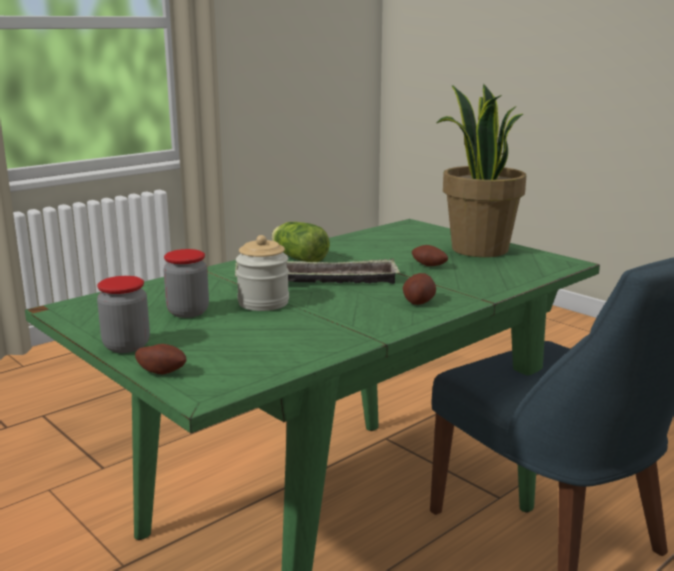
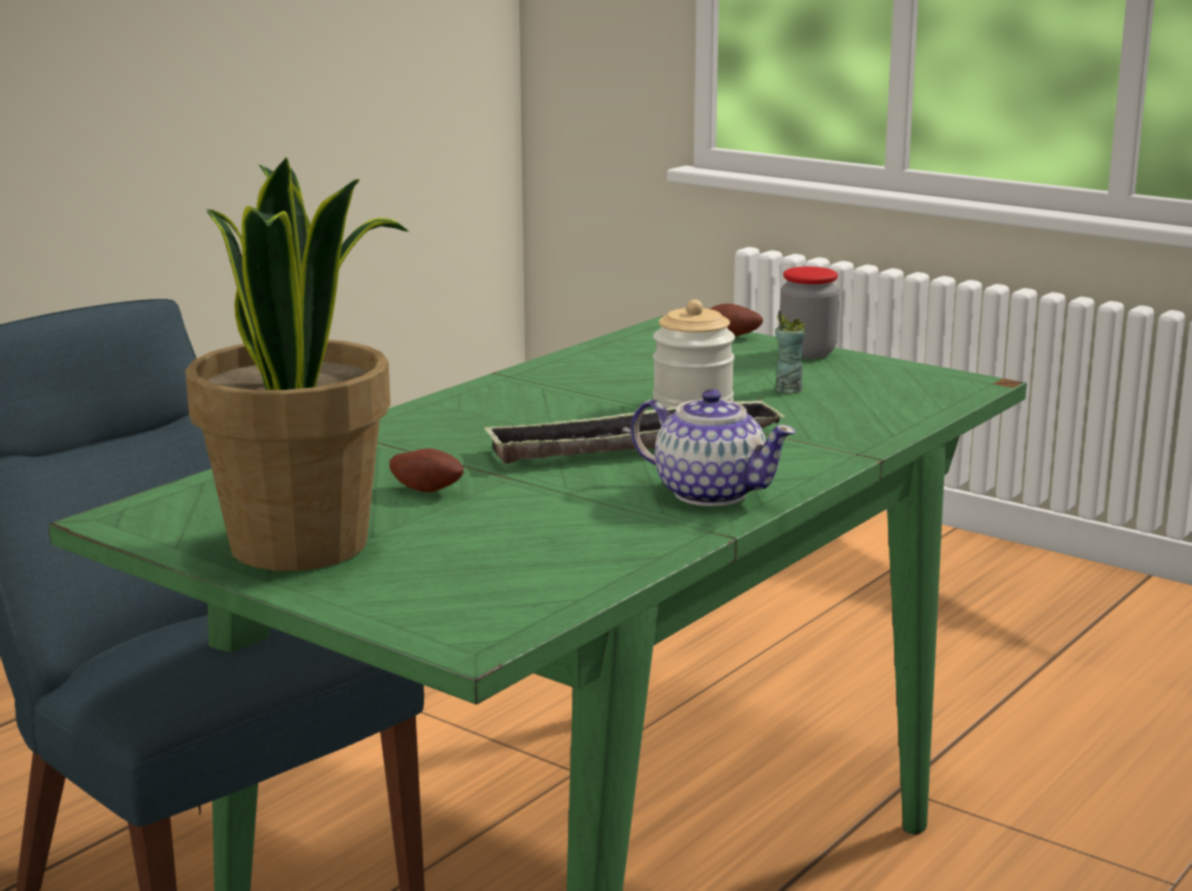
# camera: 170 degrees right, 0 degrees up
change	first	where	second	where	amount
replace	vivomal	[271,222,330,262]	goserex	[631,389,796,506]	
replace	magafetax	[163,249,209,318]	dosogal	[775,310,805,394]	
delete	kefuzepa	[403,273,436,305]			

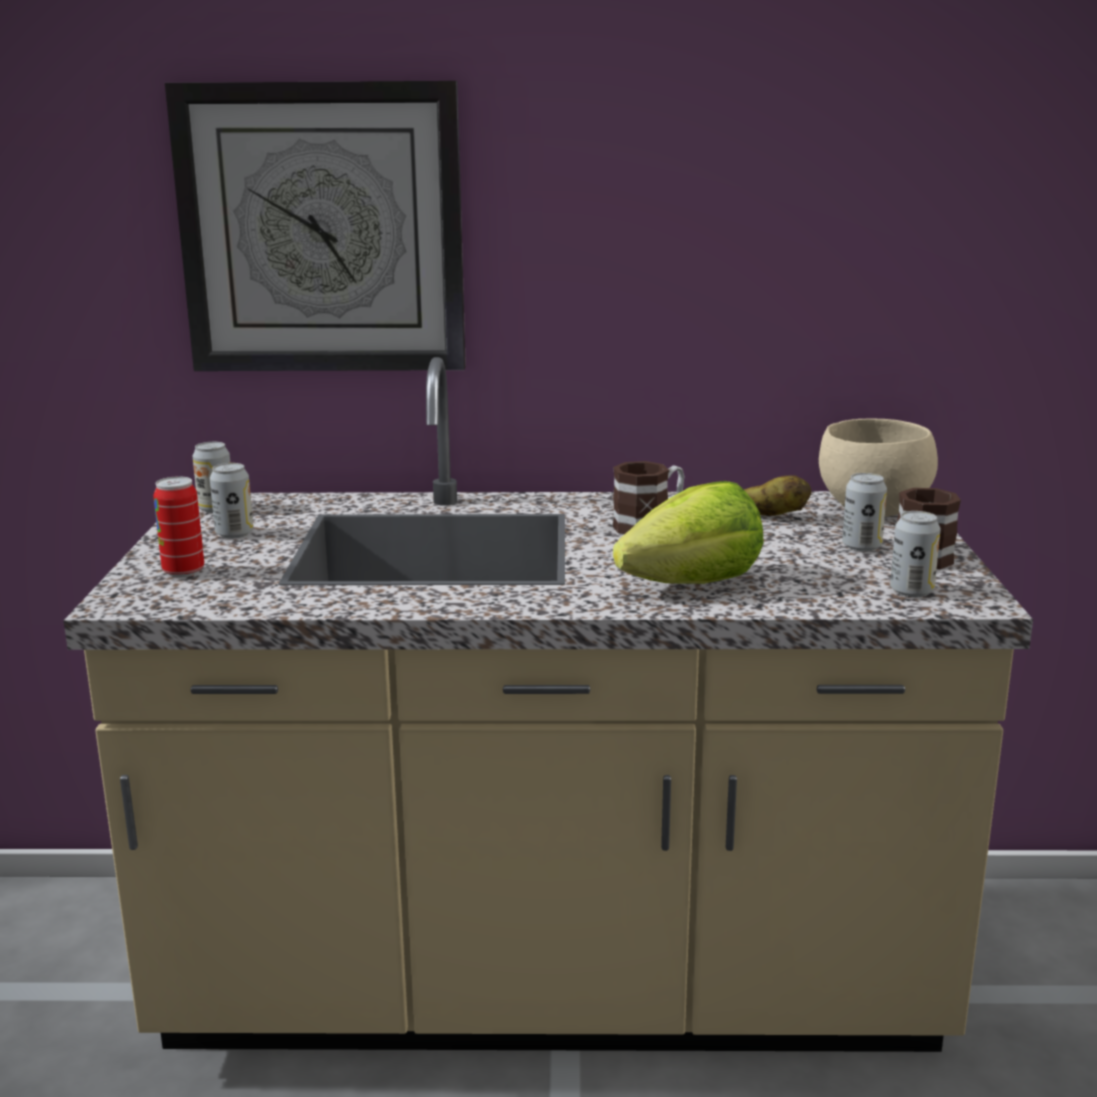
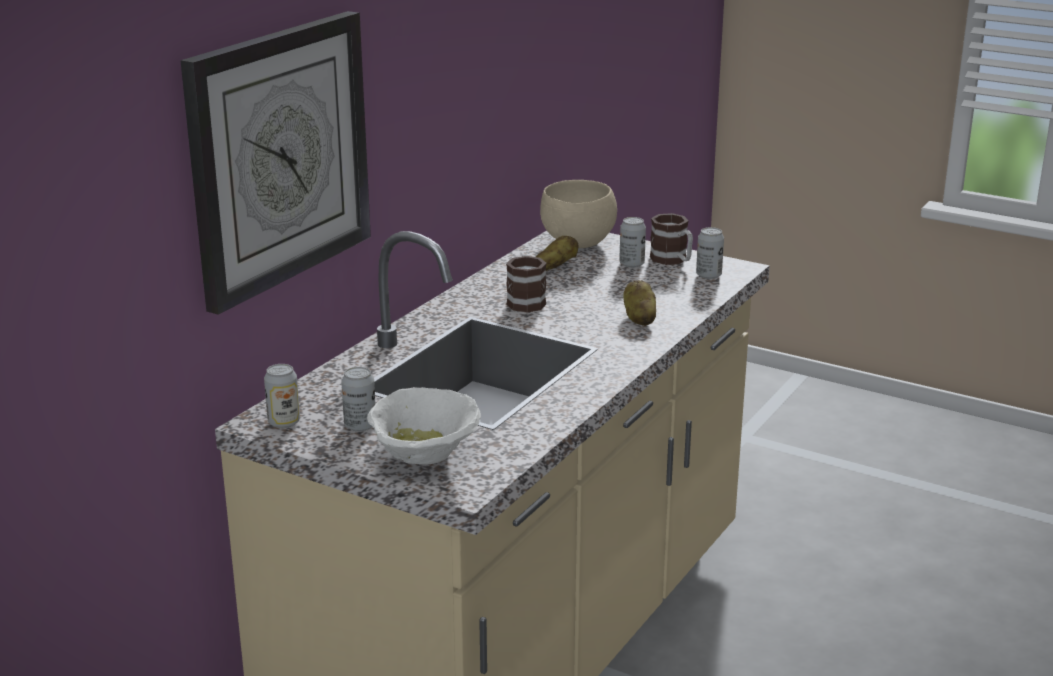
# camera: 60 degrees left, 5 degrees up
change	first	where	second	where	amount
replace	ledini	[153,476,204,577]	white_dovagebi	[367,387,481,465]	
replace	vivomal	[613,481,764,584]	kefuzepa	[623,280,656,326]	

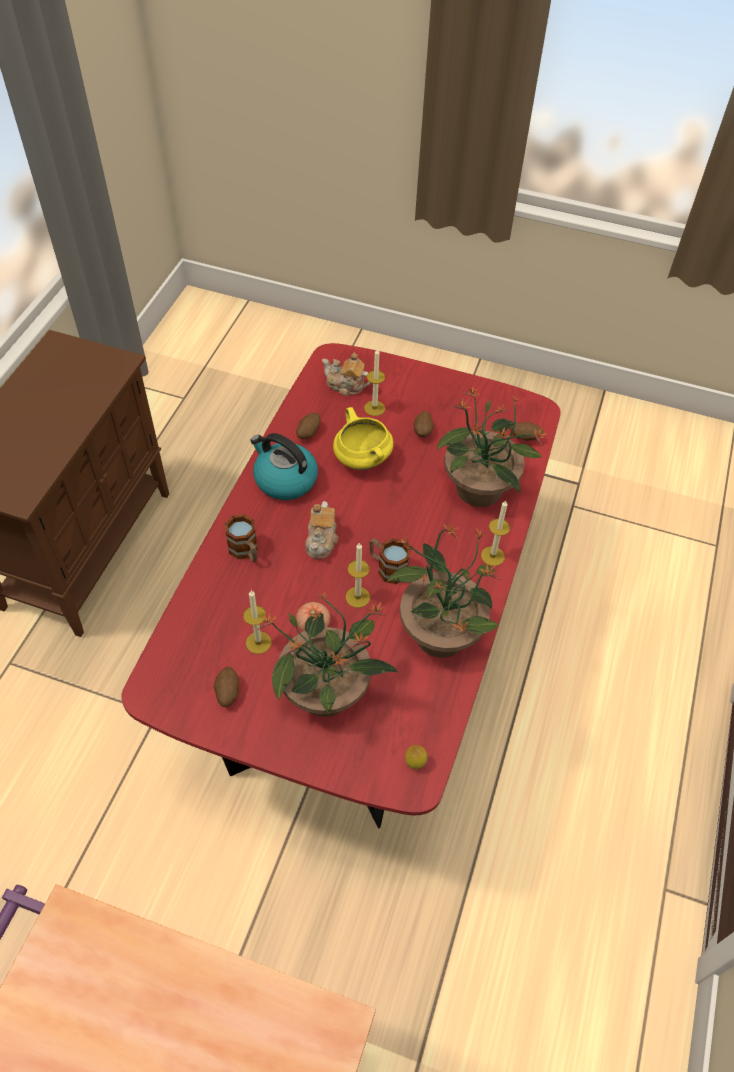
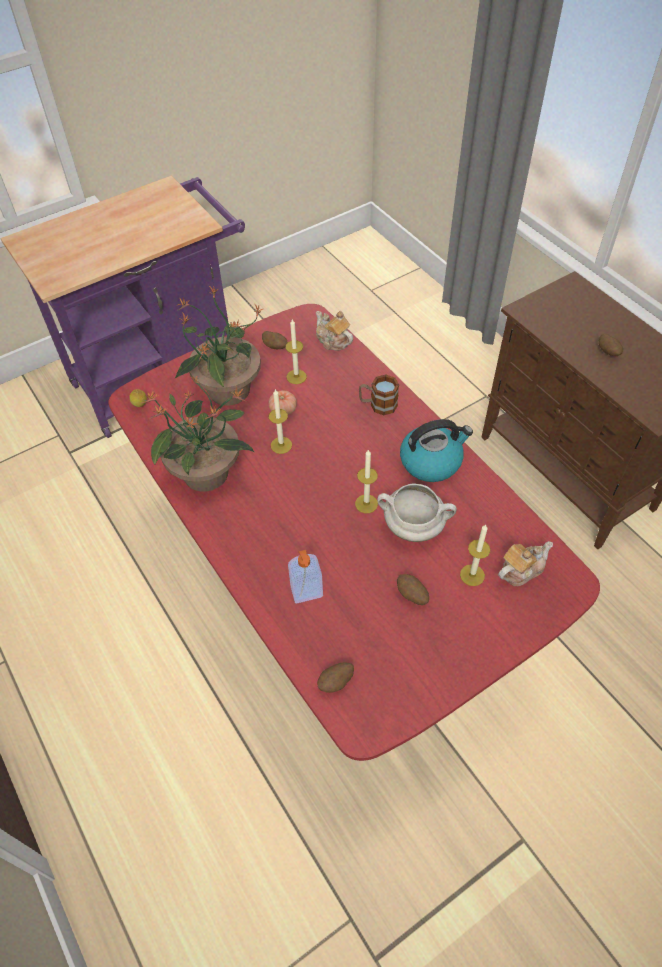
# camera: 130 degrees right, 0 degrees up
change	first	where	second	where	amount
replace	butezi	[437,386,548,507]	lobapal	[288,550,323,603]	
recolor	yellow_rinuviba	[333,407,394,470]	white_rinuviba	[377,483,457,542]	
move	kefuzepa	[296,413,320,439]		[599,334,623,356]	
move	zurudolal	[481,500,510,566]		[355,450,378,513]	
move	goserex	[305,501,339,559]		[316,311,353,351]	
delete	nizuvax	[369,538,411,584]			

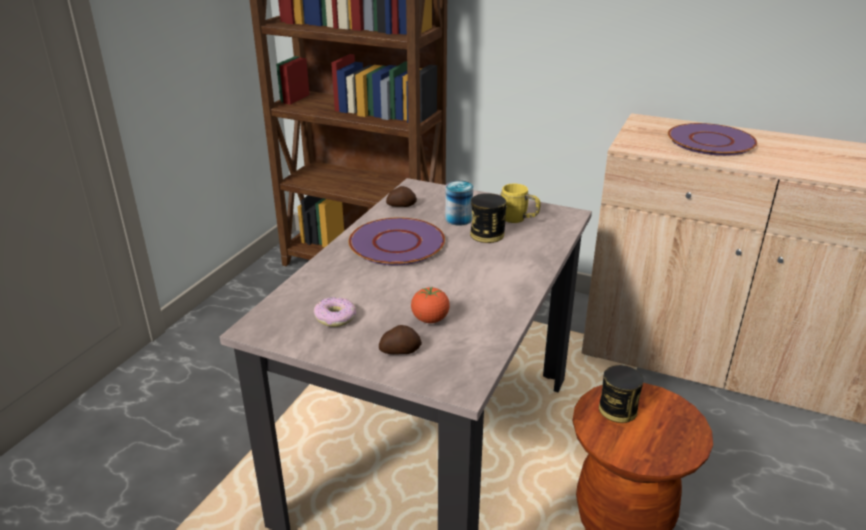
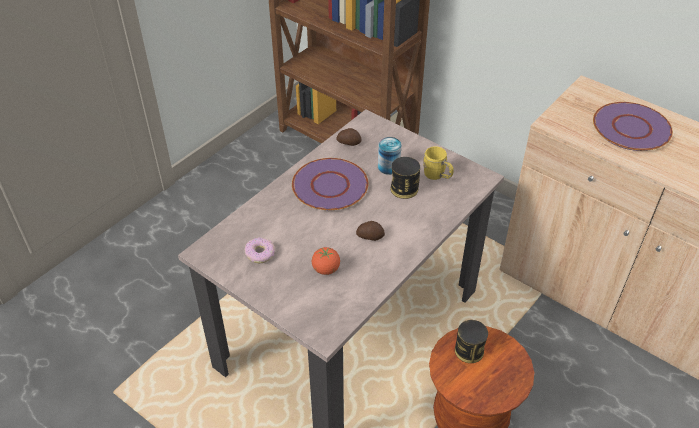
# camera: 15 degrees right, 15 degrees up
change	first	where	second	where	amount
move	kefuzepa	[379,325,422,354]		[356,221,385,241]	

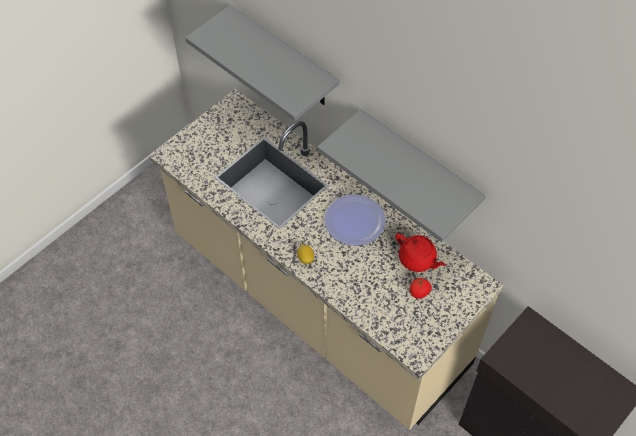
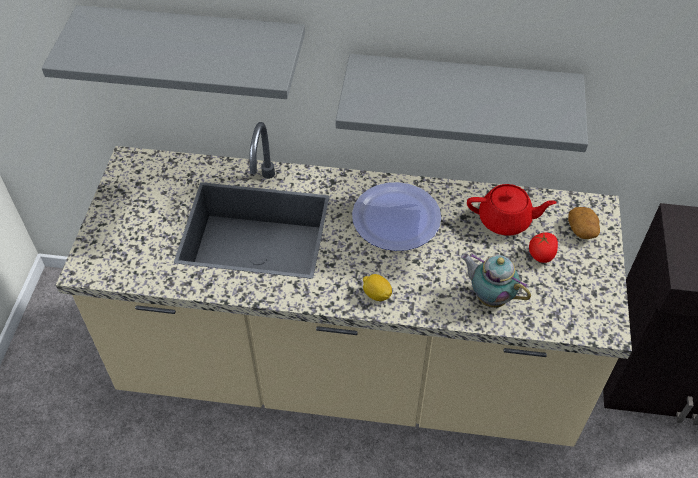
# camera: 35 degrees left, 5 degrees down
change	first	where	second	where	amount
insert			kefuzepa	[568,207,600,239]	
insert			goserex	[461,253,531,308]	

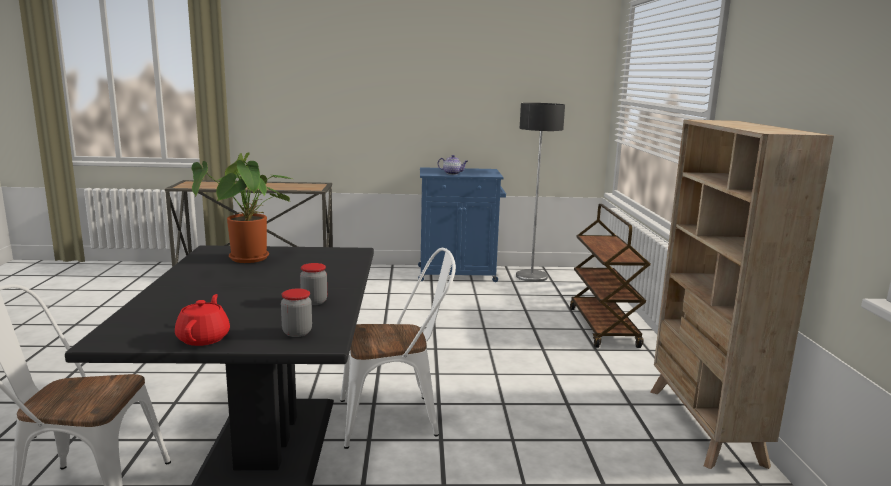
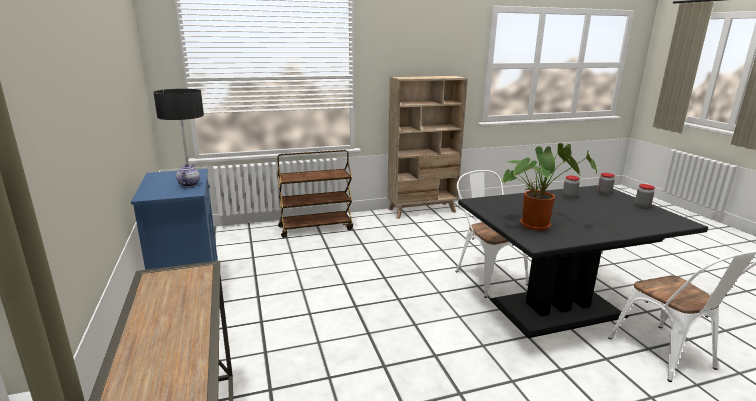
# camera: 105 degrees left, 5 degrees up
change	first	where	second	where	amount
replace	red_goserex	[175,294,230,346]	magafetax	[635,184,655,208]	

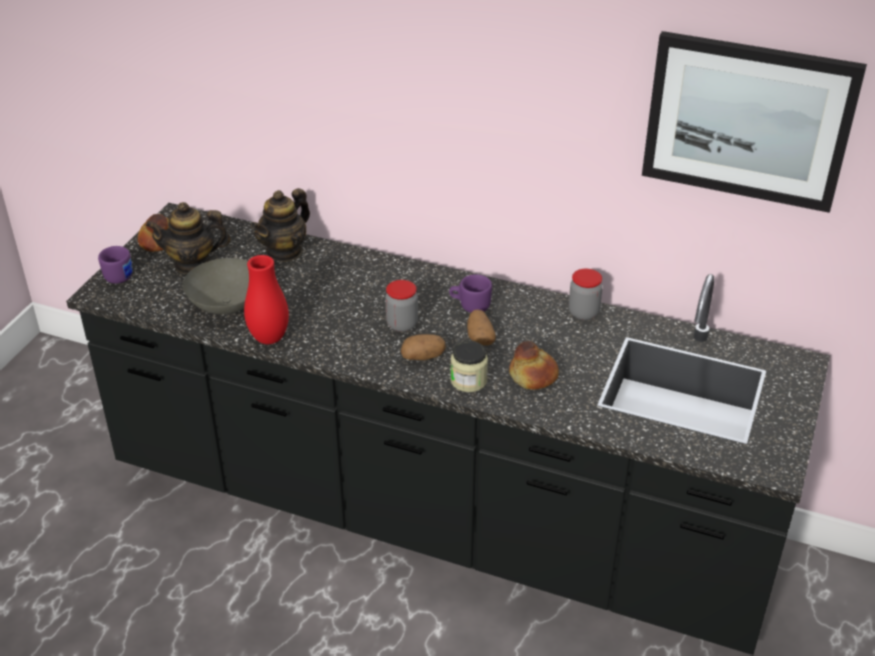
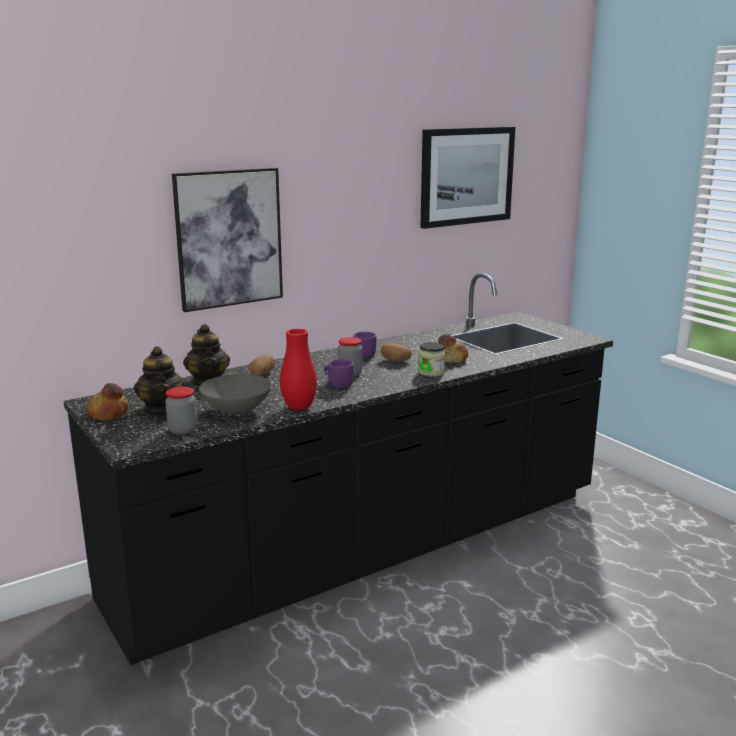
# camera: 55 degrees left, 20 degrees down
change	first	where	second	where	amount
rotate	goserex	[146,202,231,274]		[134,346,186,415]	45 degrees counterclockwise
move	purple_nizuvax	[98,246,132,284]		[324,359,354,388]	
move	magafetax	[569,269,603,320]		[165,387,197,435]	
move	kefuzepa	[401,334,446,360]		[248,355,274,376]	
insert			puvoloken	[172,168,283,312]	

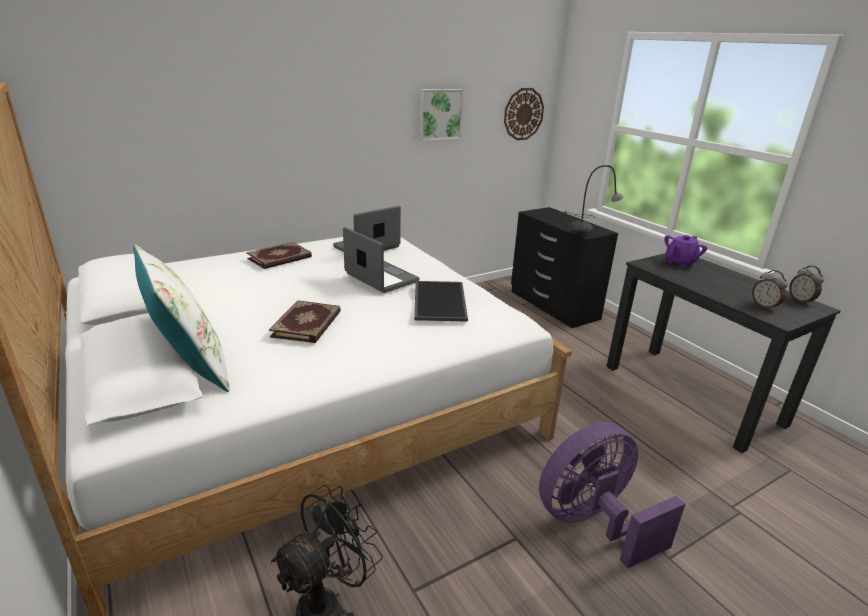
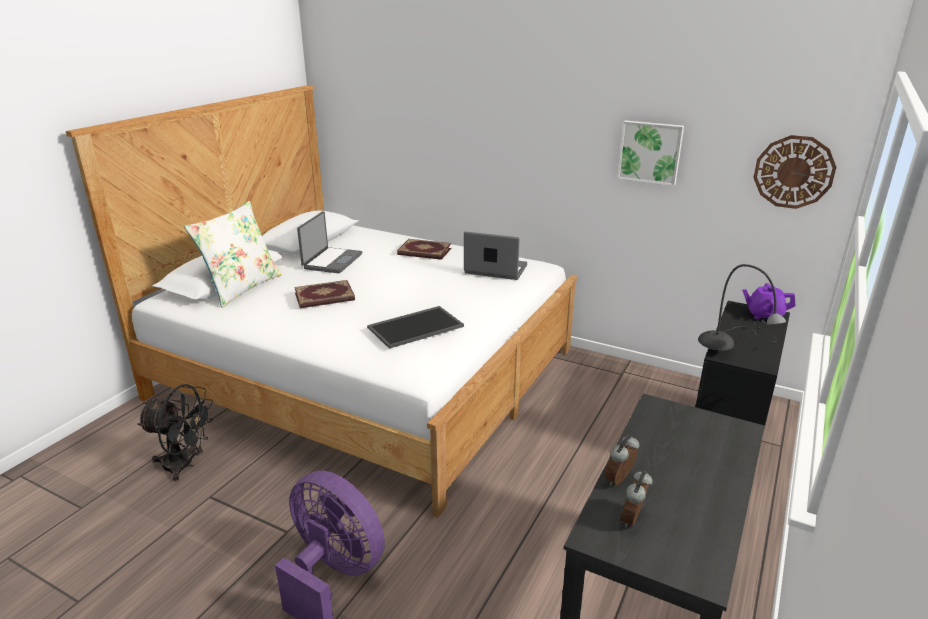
# camera: 60 degrees right, 0 degrees up
change	first	where	second	where	amount
move	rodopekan	[343,227,420,293]		[297,211,362,273]	
move	purple_goserex	[664,235,707,268]		[742,283,796,320]	
move	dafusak	[789,266,824,305]		[605,434,639,486]	

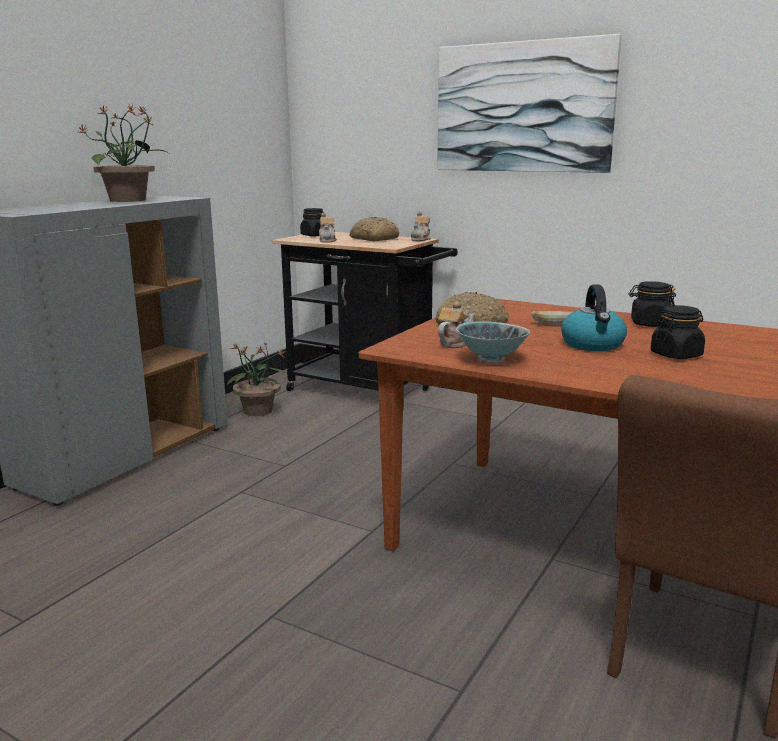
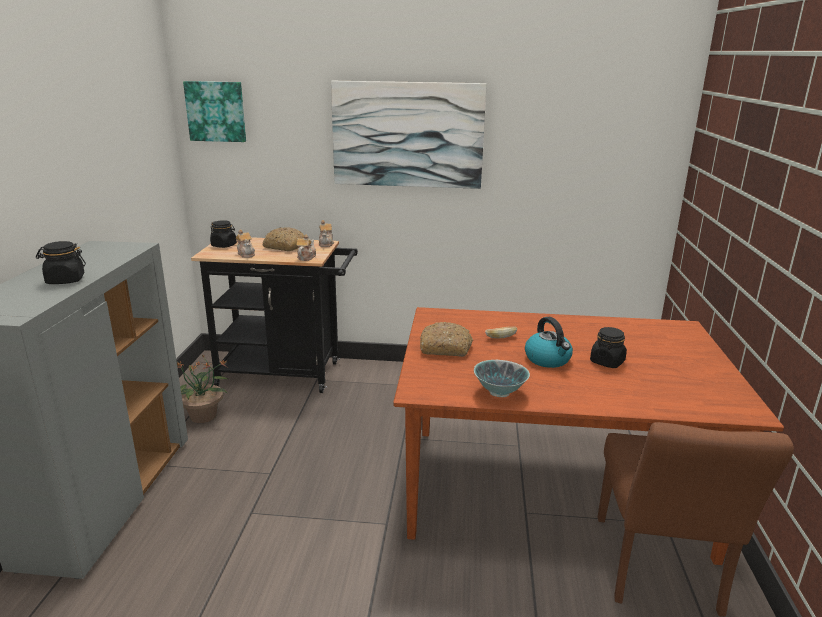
# camera: 25 degrees left, 5 degrees up
change	first	where	second	where	amount
delete	butezi	[78,104,169,202]			
move	black_magafetax	[629,281,676,327]		[36,241,86,284]	
move	goserex	[438,301,475,348]		[296,234,316,261]	
insert			puvoloken	[183,81,246,142]	

